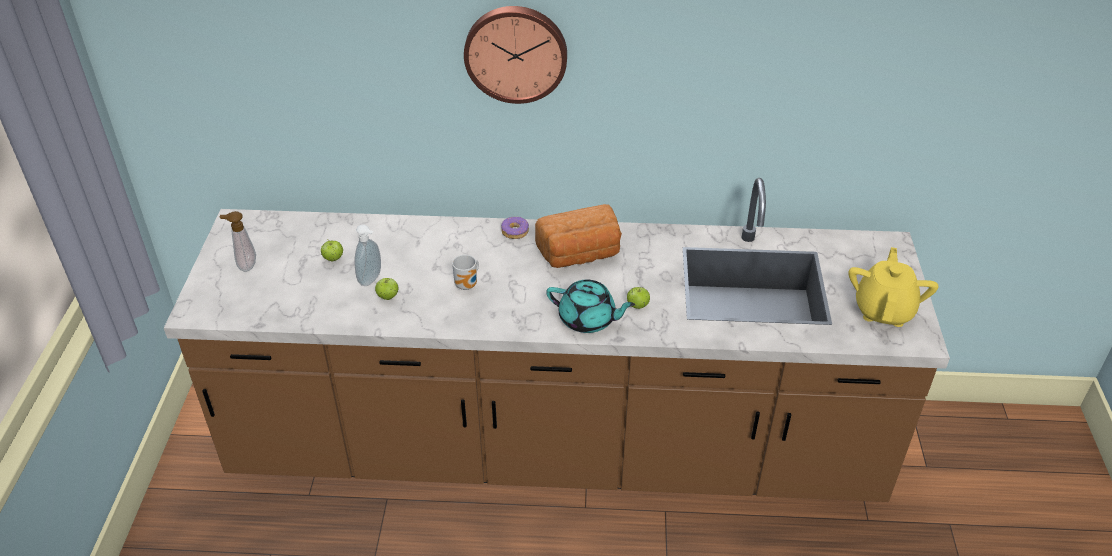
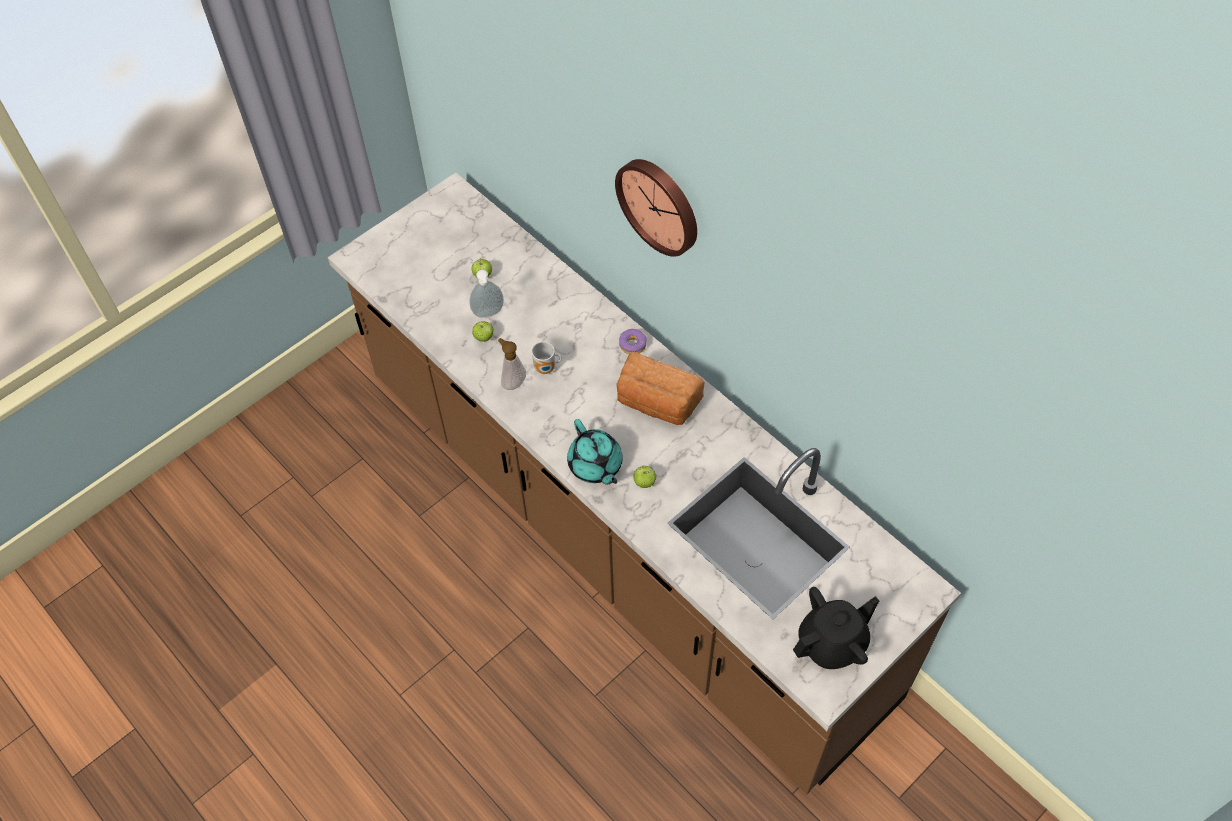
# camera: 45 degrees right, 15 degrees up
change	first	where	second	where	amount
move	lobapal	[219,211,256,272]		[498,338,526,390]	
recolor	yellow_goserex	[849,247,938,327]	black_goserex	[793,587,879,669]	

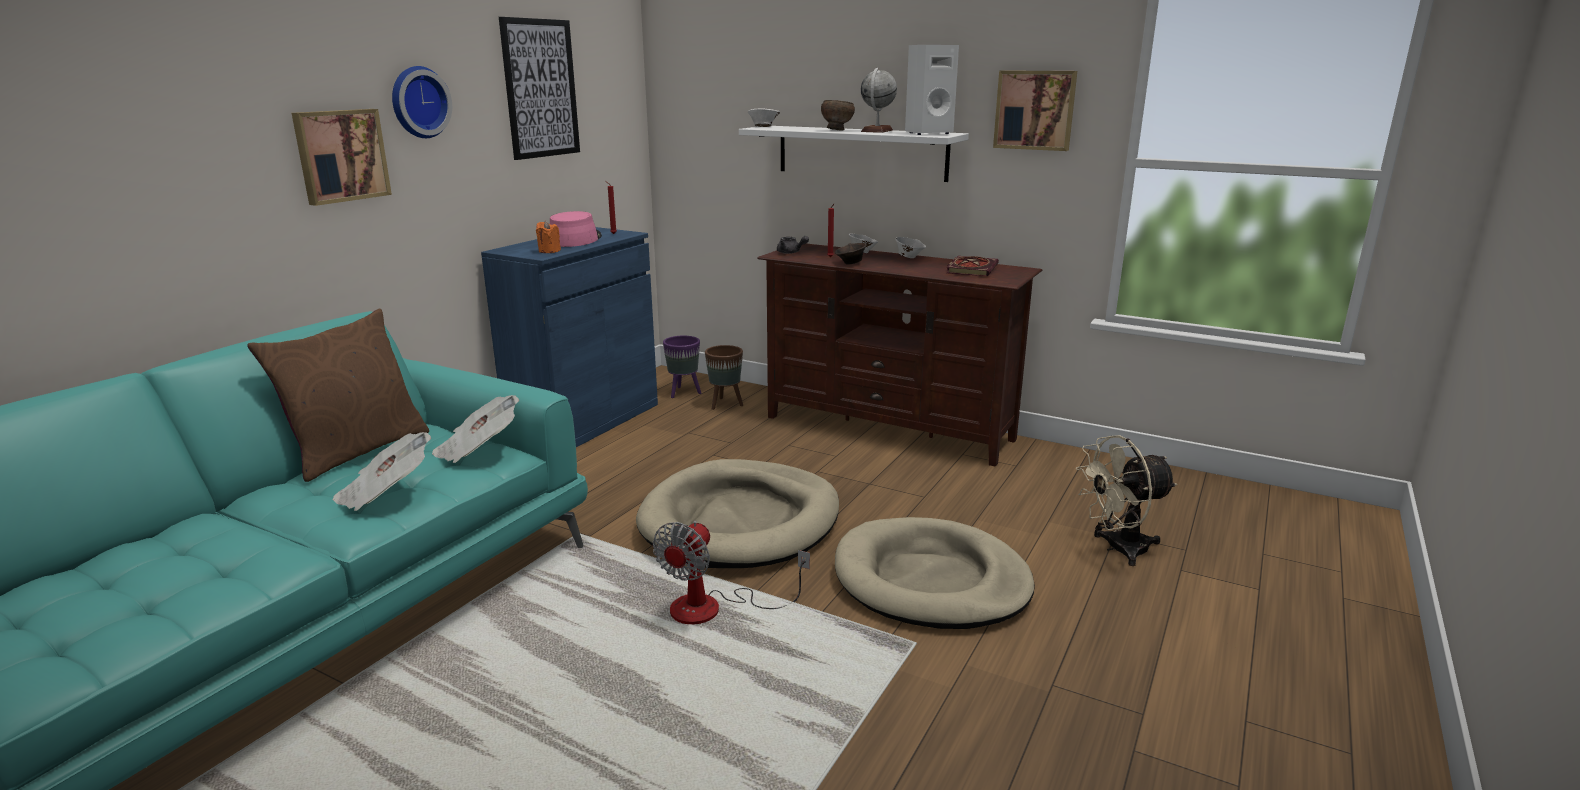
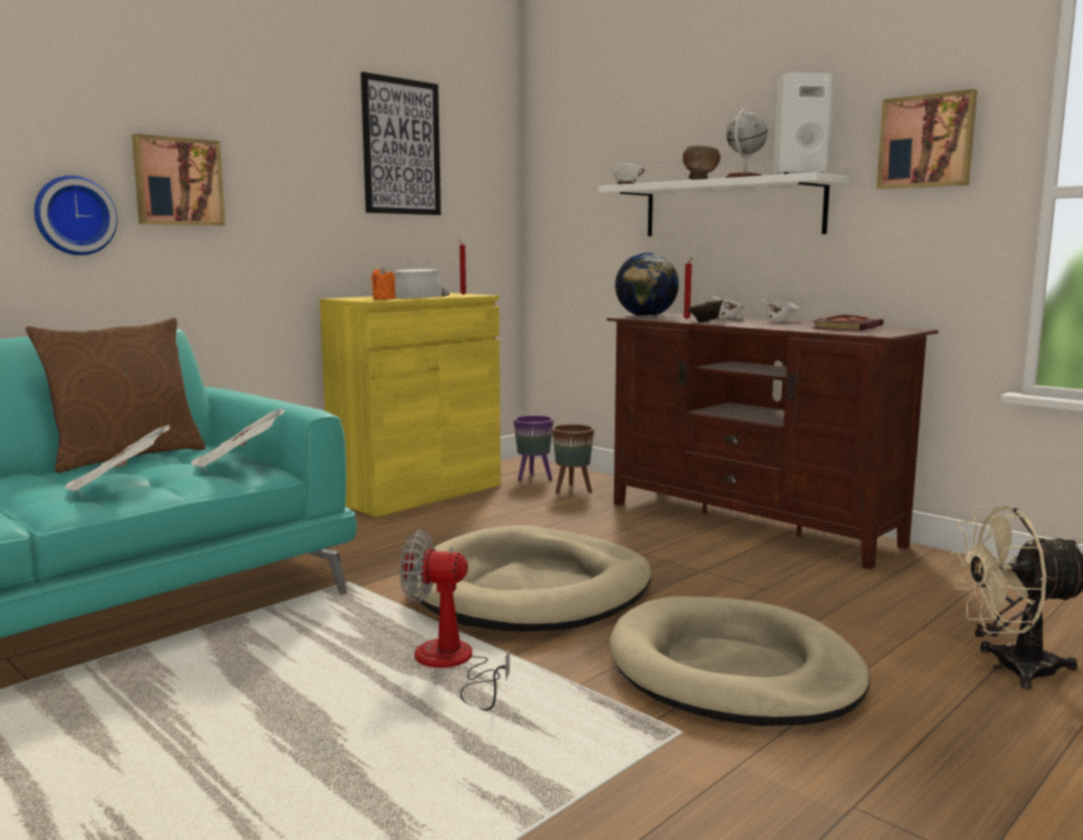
# camera: 15 degrees right, 10 degrees down
change	first	where	second	where	amount
move	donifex	[392,66,452,138]		[34,175,117,255]	
recolor	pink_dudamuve	[550,211,602,247]	grey_dudamuve	[394,269,450,298]	
recolor	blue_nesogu	[481,227,658,447]	yellow_nesogu	[320,293,501,517]	
replace	grey_goserex	[777,236,809,254]	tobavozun	[615,253,679,317]	
rotate	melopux	[653,521,810,624]		[400,530,510,711]	60 degrees clockwise

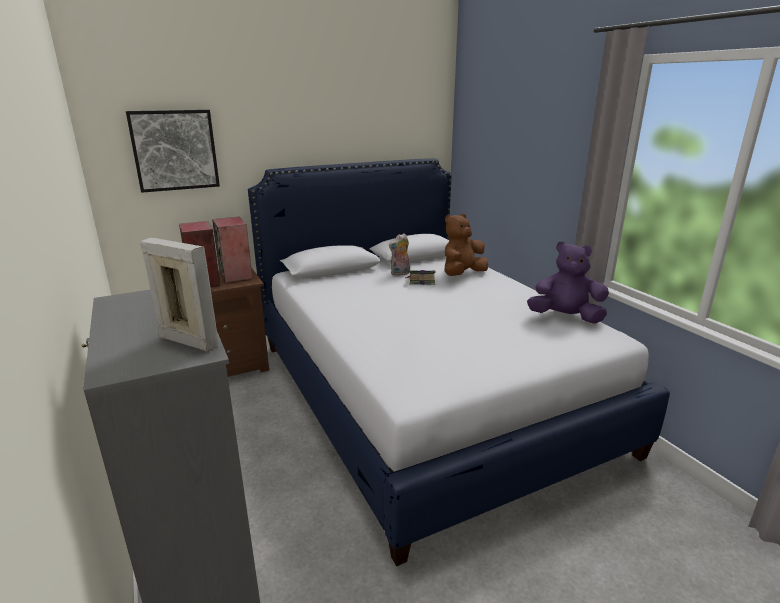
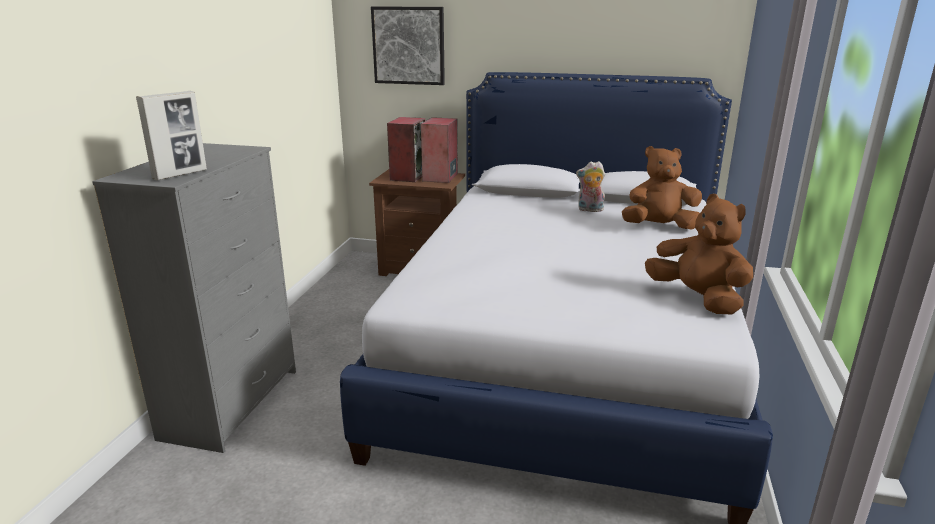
# camera: 40 degrees right, 0 degrees up
change	first	where	second	where	amount
rotate	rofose	[140,238,219,352]		[136,91,207,180]	60 degrees clockwise
recolor	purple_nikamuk	[527,241,609,324]	brown_nikamuk	[645,194,753,315]	
delete	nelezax	[406,270,436,285]			

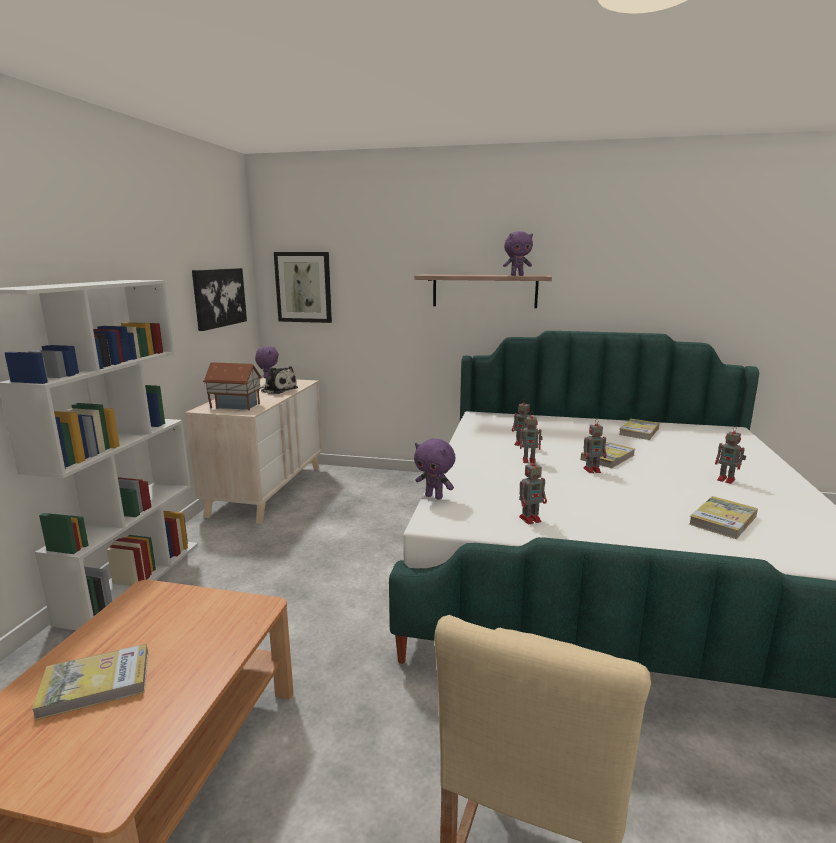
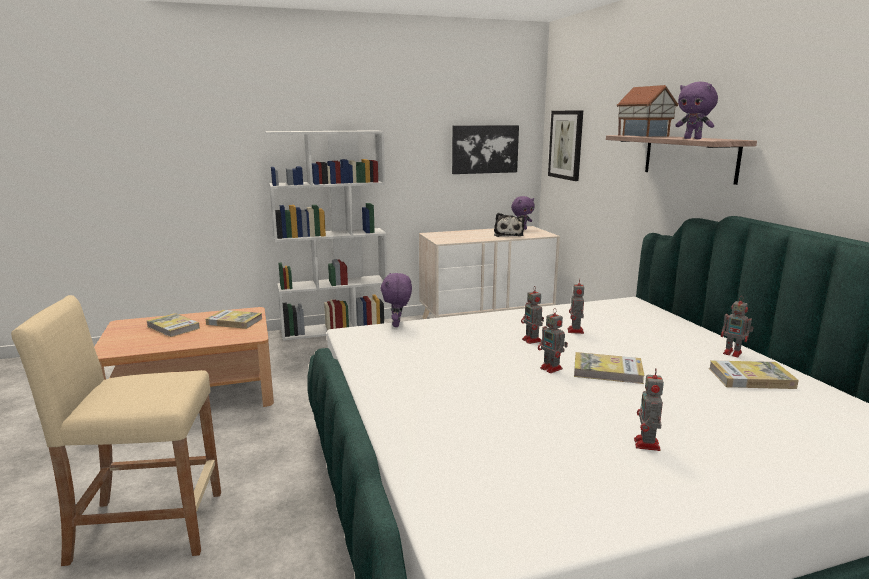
# camera: 60 degrees right, 0 degrees up
change	first	where	second	where	amount
move	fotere	[203,362,262,410]		[617,85,679,137]	
move	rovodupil	[519,458,547,524]		[721,296,753,357]	
move	nelezax	[689,496,758,539]		[206,310,262,329]	

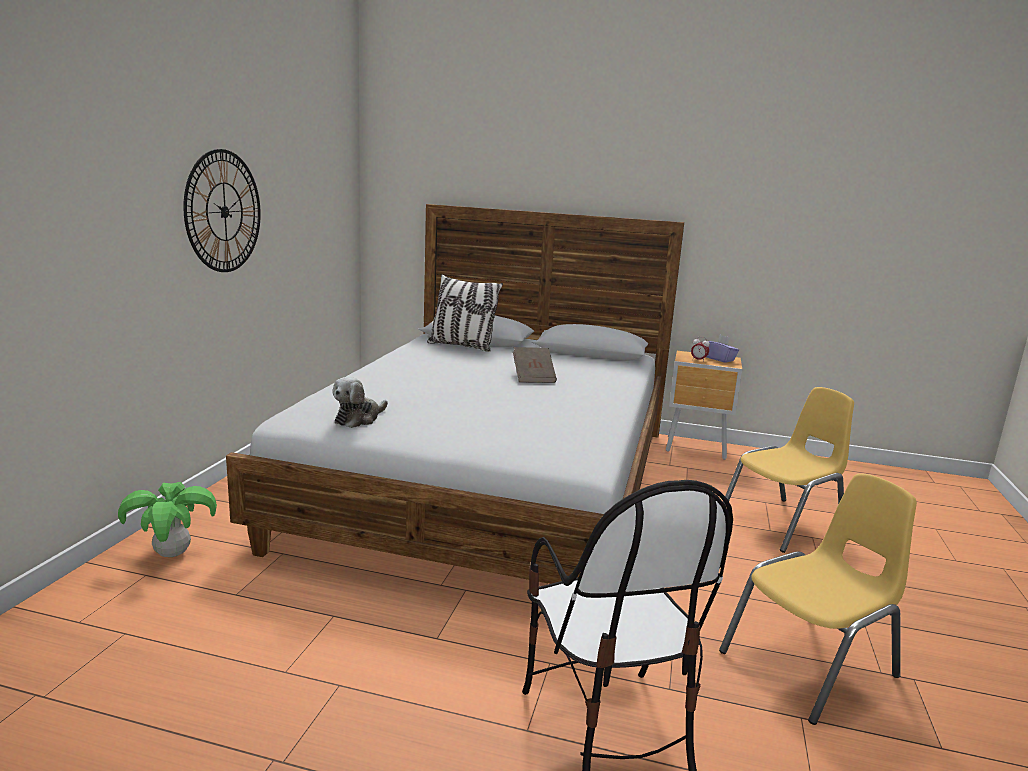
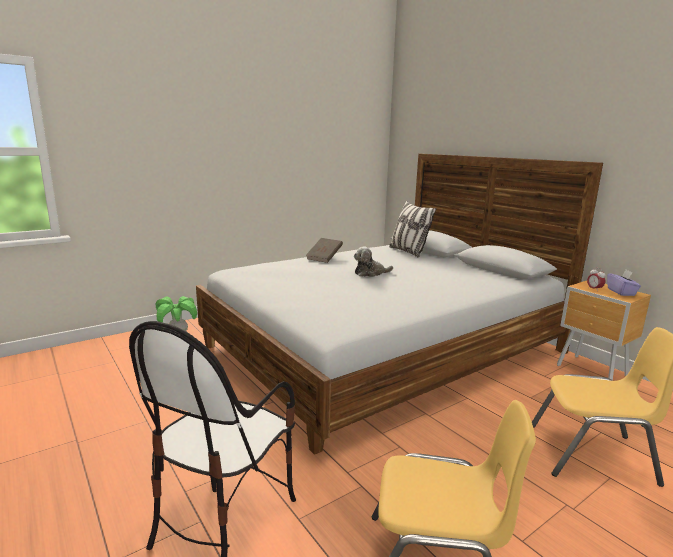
# camera: 40 degrees right, 0 degrees up
change	first	where	second	where	amount
delete	donifex	[183,149,261,272]			
move	brown_nelezax	[513,347,557,383]		[306,238,343,263]	
move	nikamuk	[332,377,388,428]		[354,246,393,277]	

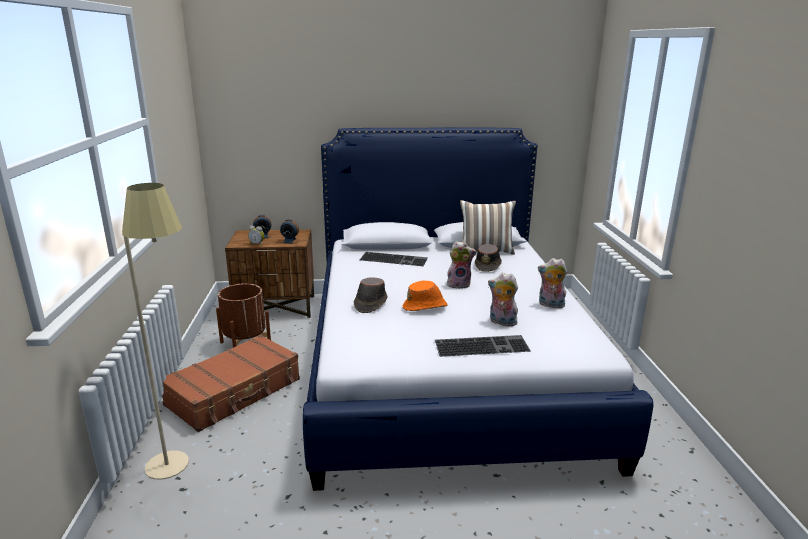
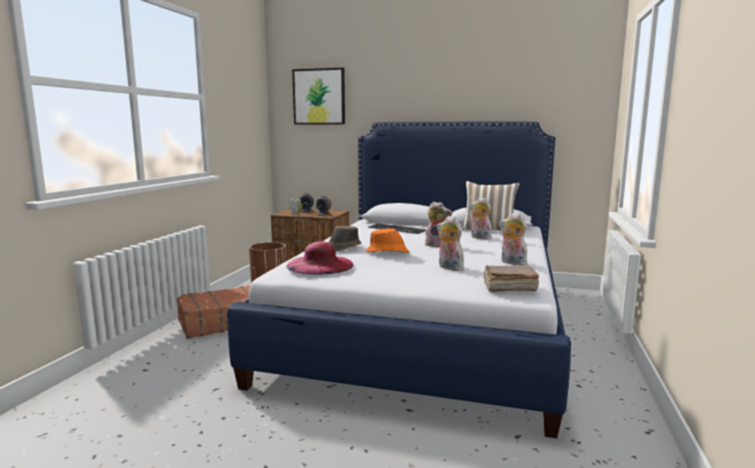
# camera: 20 degrees right, 10 degrees down
change	first	where	second	where	amount
delete	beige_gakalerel	[122,183,189,479]			
replace	brown_dudamuve	[475,244,502,272]	nikamuk	[469,197,492,240]	
delete	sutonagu	[435,335,531,357]			
insert			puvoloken	[292,68,345,125]	
insert			pink_dudamuve	[287,241,354,275]	
insert			brown_nelezax	[483,265,539,292]	

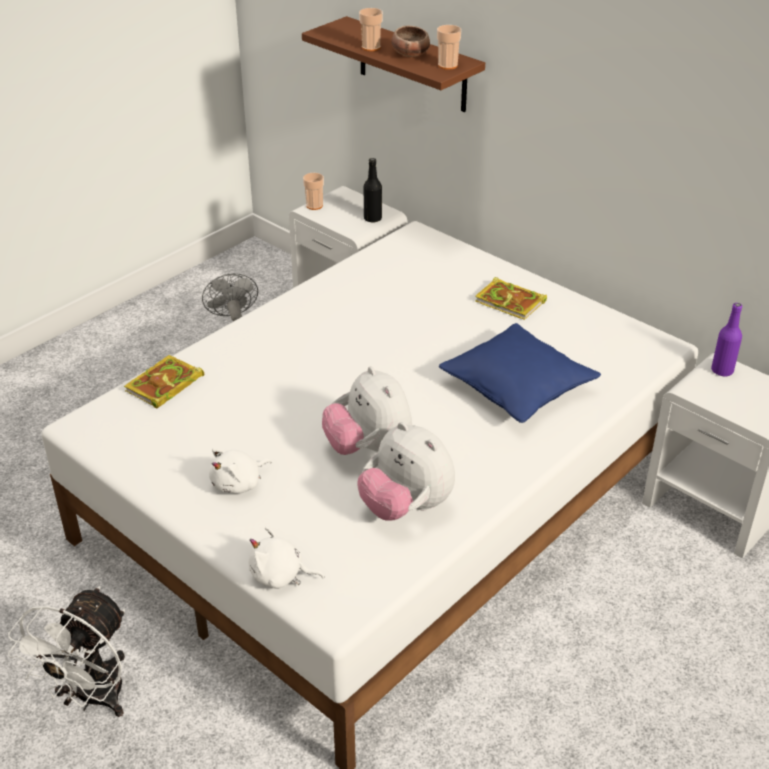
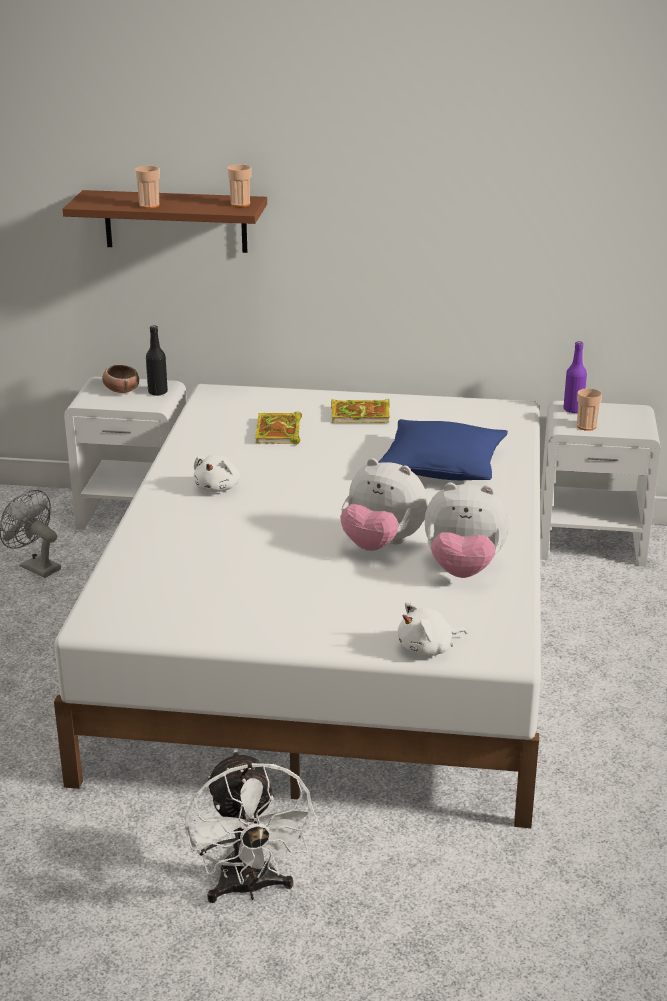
# camera: 35 degrees left, 10 degrees down
change	first	where	second	where	amount
move	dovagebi	[391,26,430,57]		[102,365,139,393]	
move	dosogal	[303,173,324,210]		[577,388,602,431]	
move	nelezax	[124,355,204,408]		[255,412,302,445]	
move	white_nikamuk	[209,448,272,494]		[194,454,240,492]	

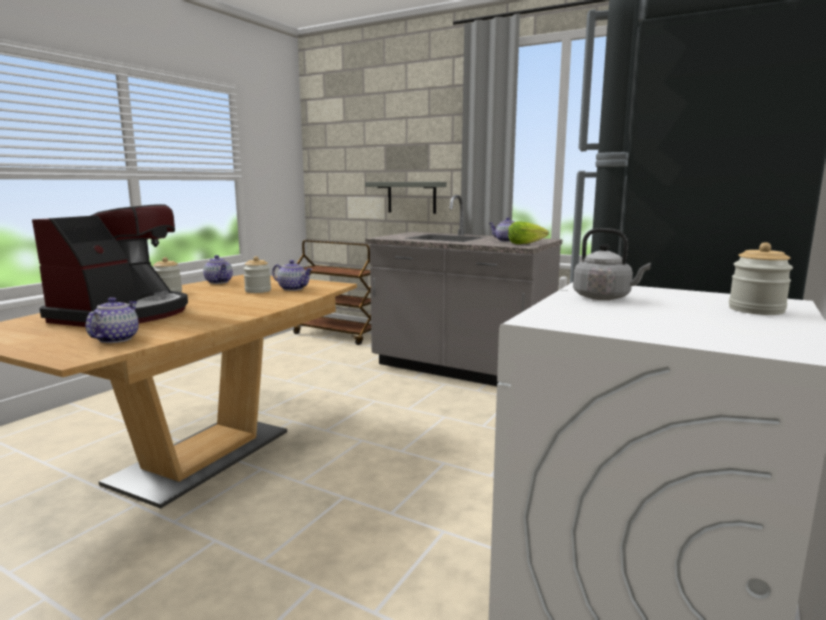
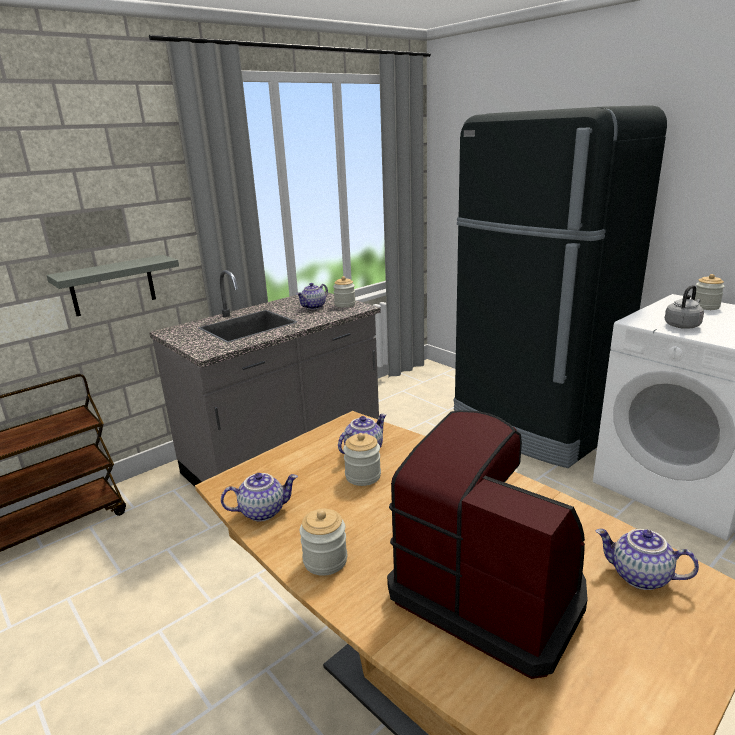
# camera: 70 degrees left, 10 degrees up
change	first	where	second	where	amount
replace	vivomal	[508,221,549,244]	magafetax	[333,276,356,308]	

